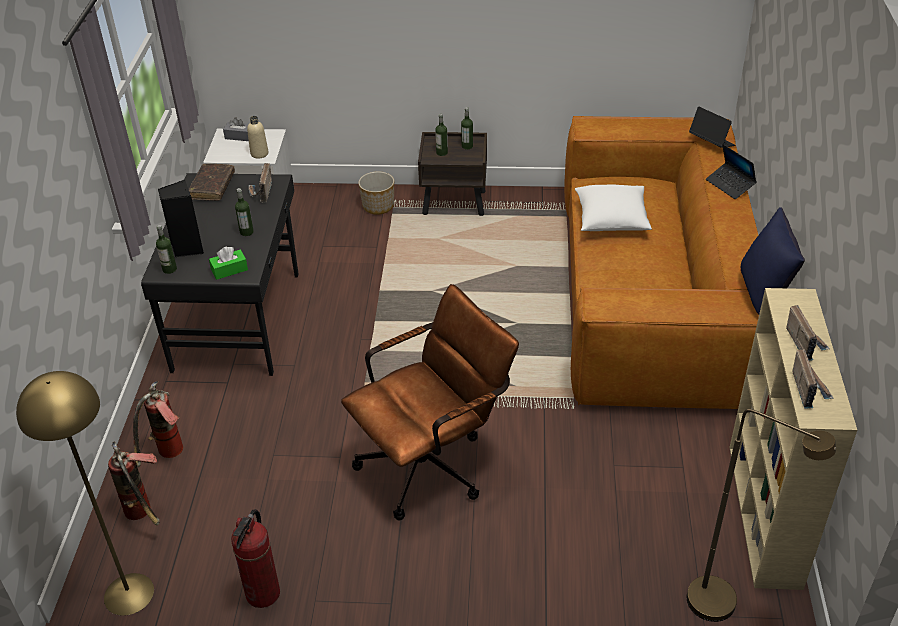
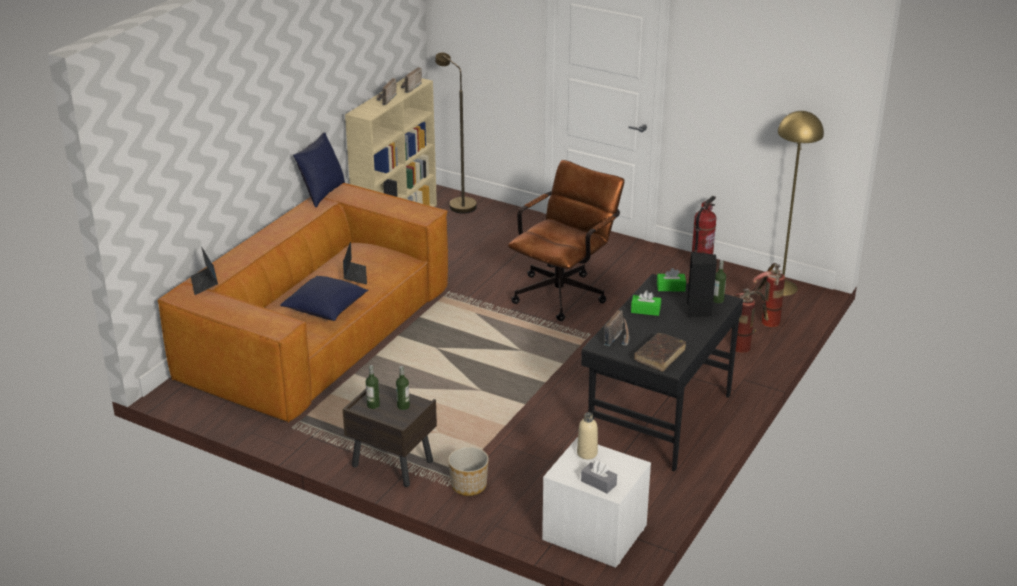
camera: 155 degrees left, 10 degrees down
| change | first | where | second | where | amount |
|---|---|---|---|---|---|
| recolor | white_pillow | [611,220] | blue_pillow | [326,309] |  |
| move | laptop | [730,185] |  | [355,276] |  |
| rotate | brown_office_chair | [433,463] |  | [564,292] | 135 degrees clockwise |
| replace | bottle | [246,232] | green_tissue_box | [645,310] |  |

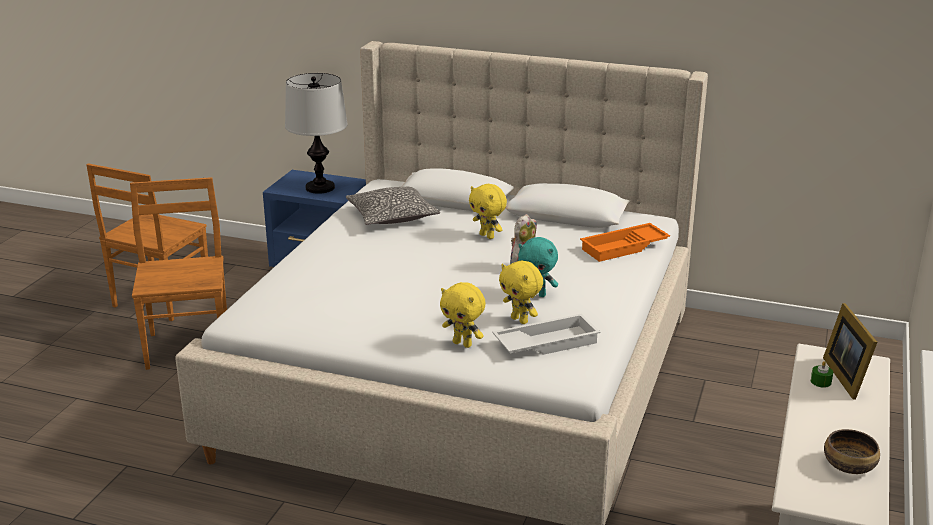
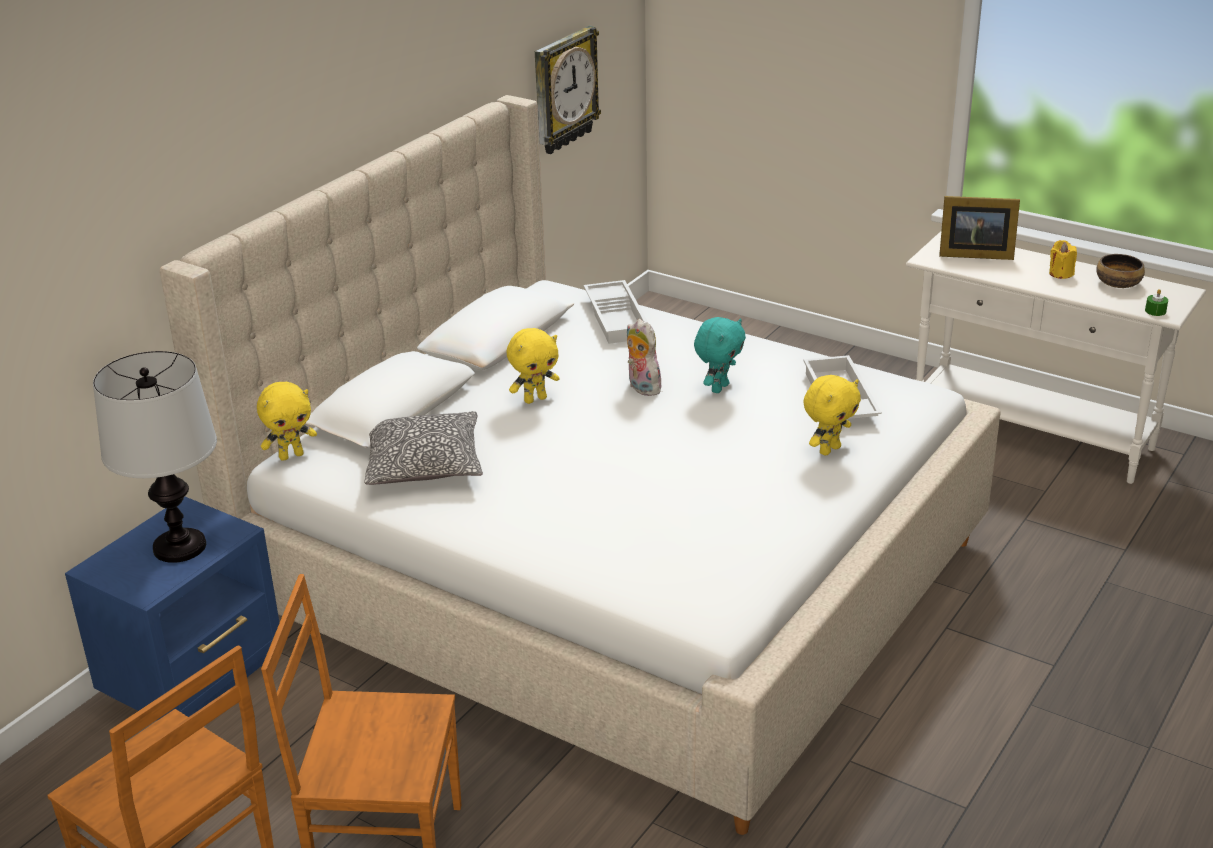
camera: 75 degrees left, 5 degrees up
| change | first | where | second | where | amount |
|---|---|---|---|---|---|
| move | yellow_plush_toy | [520,320] |  | [291,455] |  |
| insert |  |  | wall_clock | [563,90] |  |
| recolor | orange_tray | [624,248] | white_tray | [618,318] |  |
| insert |  |  | yellow_candle | [1061,273] |  |
| move | green_candle | [820,382] |  | [1155,311] |  |

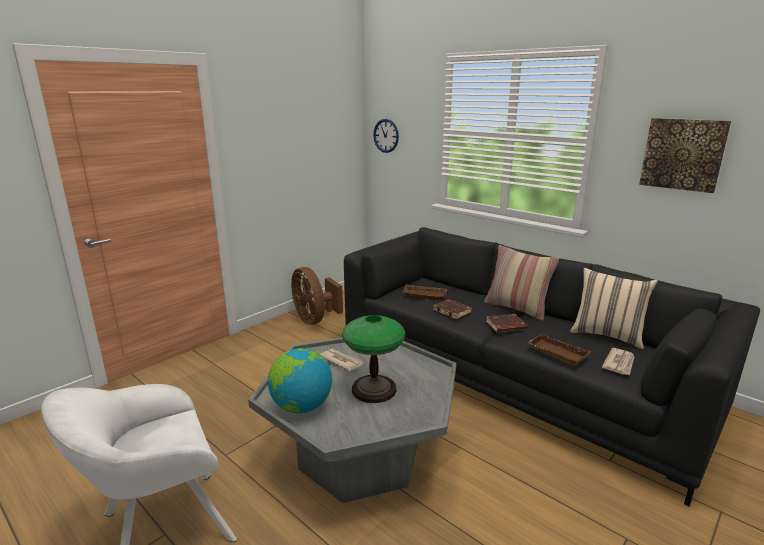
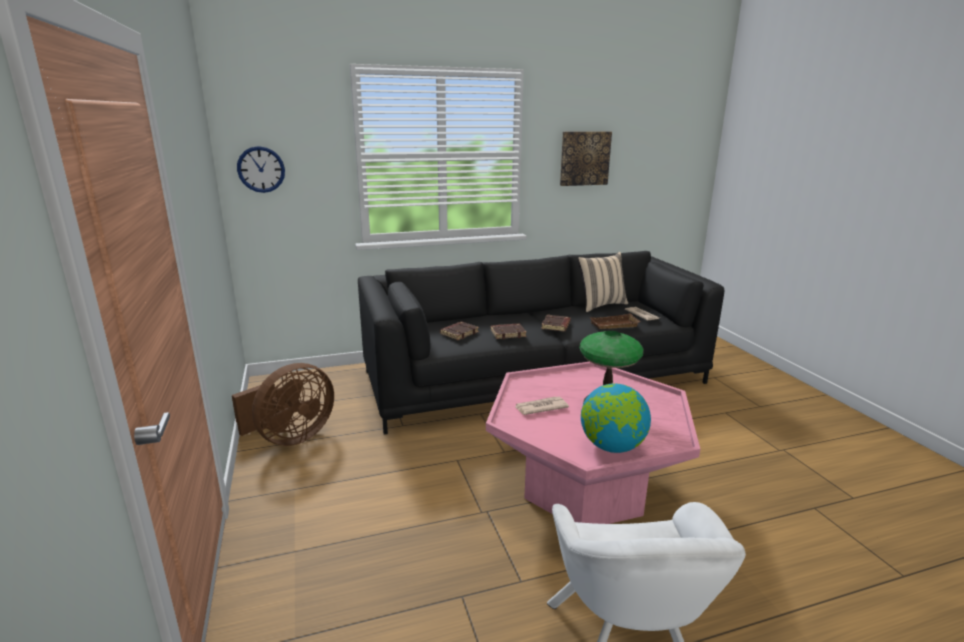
camera: 60 degrees left, 0 degrees up
| change | first | where | second | where | amount |
|---|---|---|---|---|---|
| rotate | brown_fan | [314,319] |  | [290,437] | 45 degrees counterclockwise |
| replace | brown_tray | [425,295] | brown_book | [459,333] |  |
| recolor | grey_coffee_table | [360,455] | pink_coffee_table | [583,485] |  |
| delete | pillow | [517,308] |  |  |  |

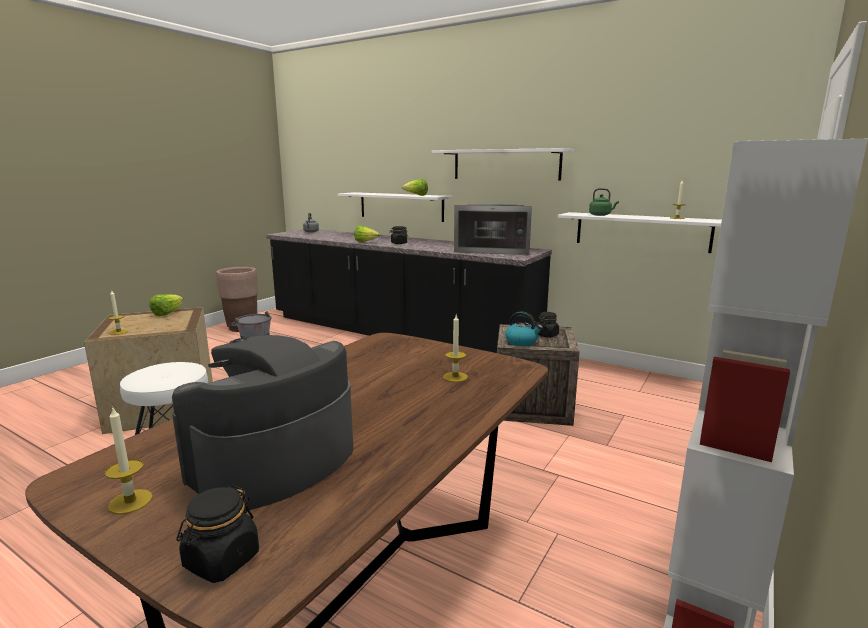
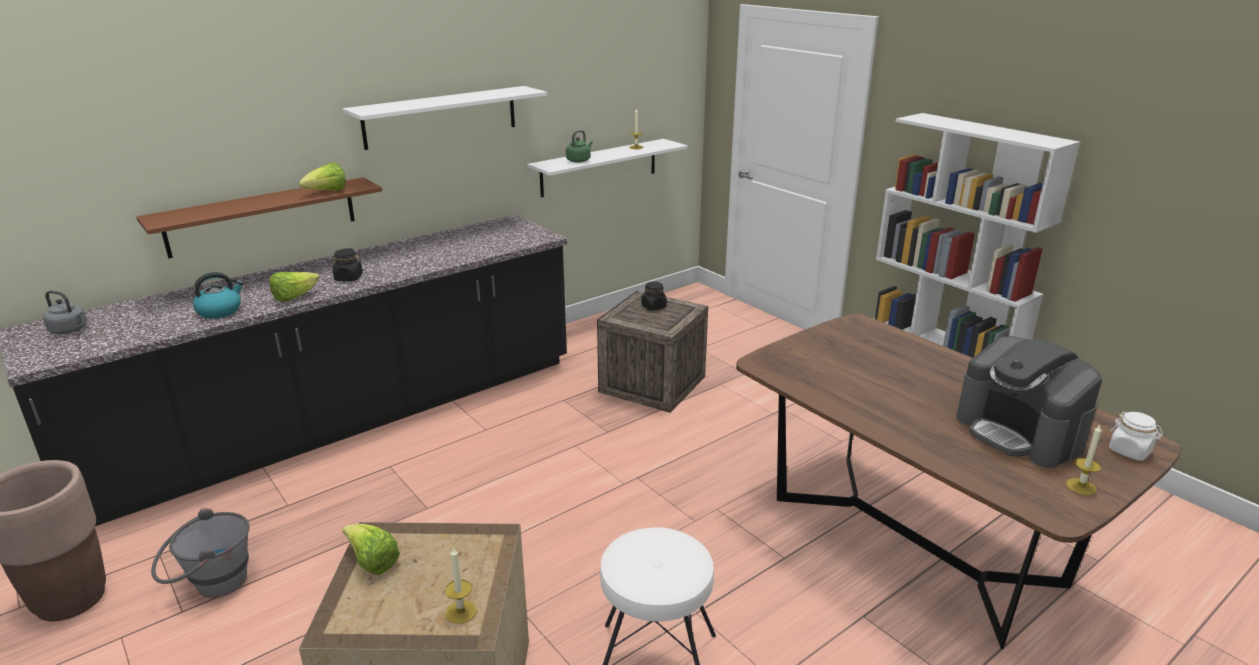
camera: 70 degrees left, 10 degrees up
| change | first | where | second | where | amount |
|---|---|---|---|---|---|
| recolor | white_shelf | [401,206] | brown_shelf | [262,216] |  |
| move | kettle | [522,342] |  | [220,311] |  |
| recolor | black_jar | [221,560] | white_jar | [1130,451] |  |
| delete | candle | [455,377] |  |  |  |
| delete | microwave | [493,250] |  |  |  |

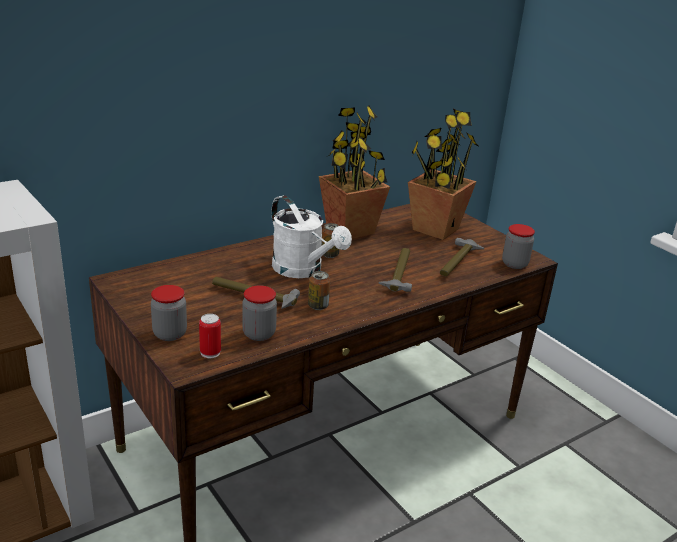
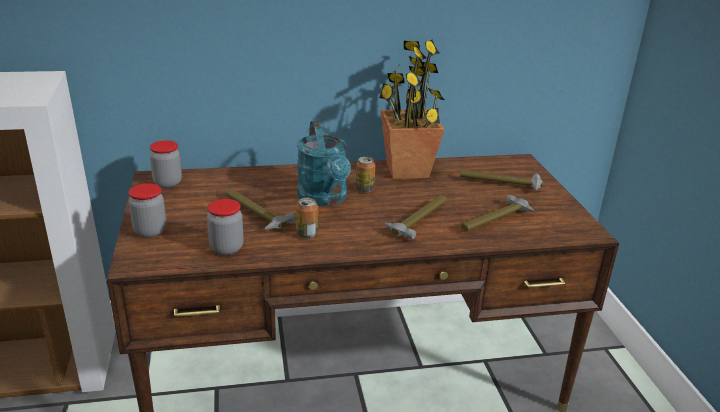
camera: 25 degrees right, 0 degrees up
| change | first | where | second | where | amount |
|---|---|---|---|---|---|
| move | jar | [514,264] |  | [168,183] |  |
| recolor | white_watering_can | [303,270] | turquoise_watering_can | [325,199] |  |
| replace | potted_plant | [435,229] | hammer | [500,184] |  |
| delete | can | [210,352] |  |  |  |

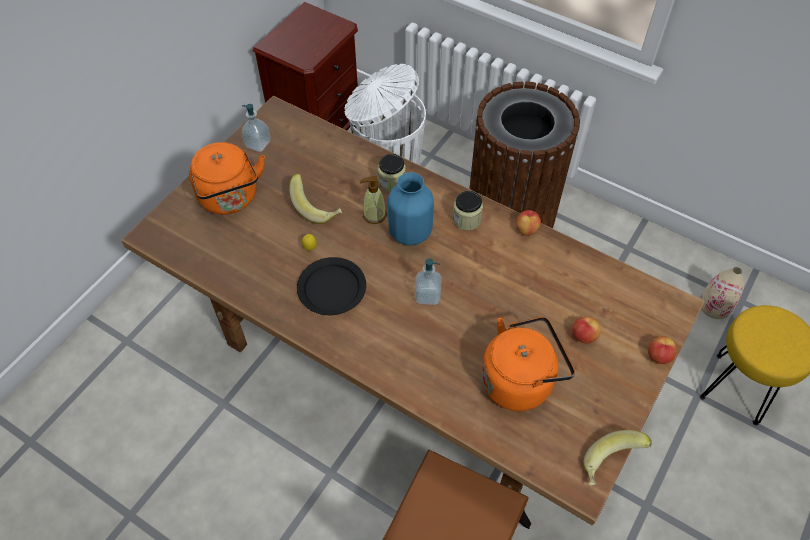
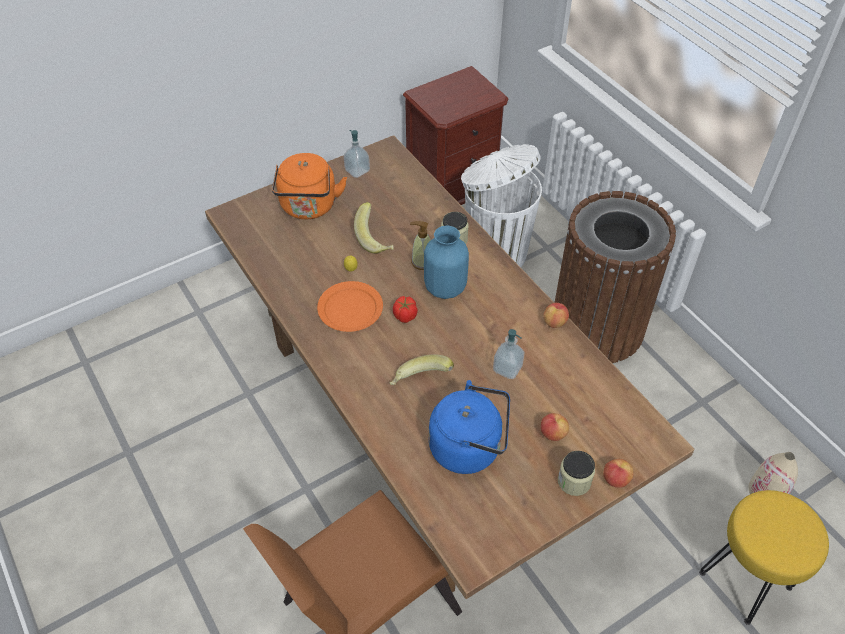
camera: 25 degrees right, 5 degrees down
| change | first | where | second | where | amount |
|---|---|---|---|---|---|
| recolor | black_plate | [332,288] | orange_plate | [351,308] |  |
| move | banana | [611,465] |  | [420,382] |  |
| insert |  |  | tomato | [405,316] |  |
| recolor | orange_kettle | [520,380] | blue_kettle | [469,447] |  |
| move | soap_dispenser | [427,295] |  | [507,368] |  |
| move | jar | [466,219] |  | [574,481] |  |

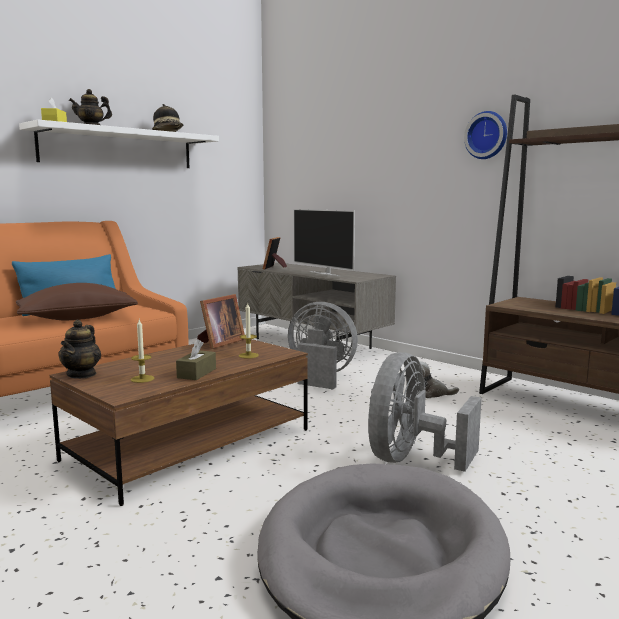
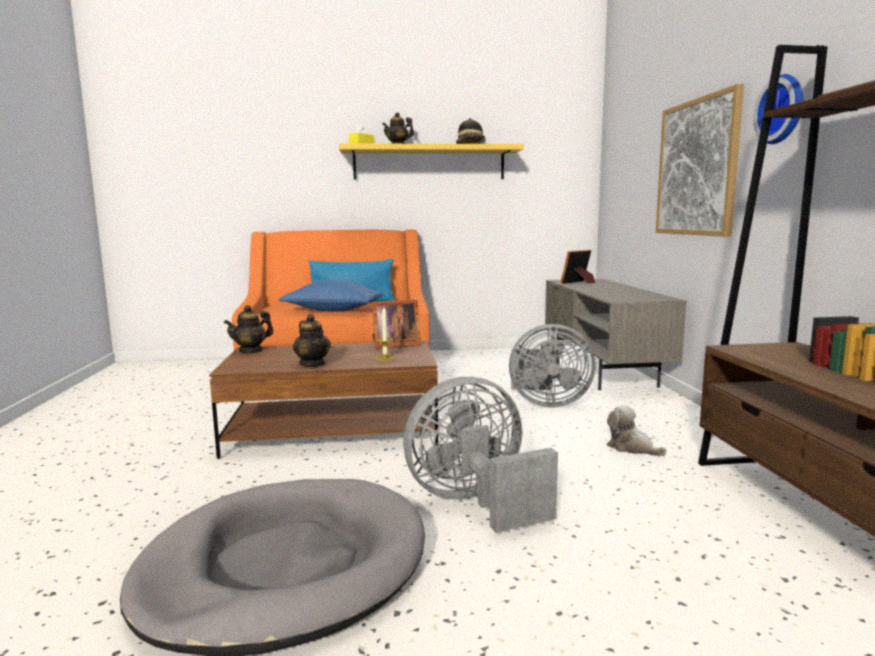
camera: 40 degrees right, 0 degrees up
| change | first | where | second | where | amount |
|---|---|---|---|---|---|
| recolor | brown_pillow | [77,318] | blue_pillow | [333,310] |  |
| replace | brown_tissue_box | [196,373] | teapot | [313,364] |  |
| recolor | white_shelf | [119,148] | yellow_shelf | [429,163] |  |
| rotate | grey_fan | [320,376] |  | [546,403] | 120 degrees clockwise |
| insert |  |  | picture | [697,168] |  |
| delete | candle | [142,379] |  |  |  |
| delete | television | [325,273] |  |  |  |

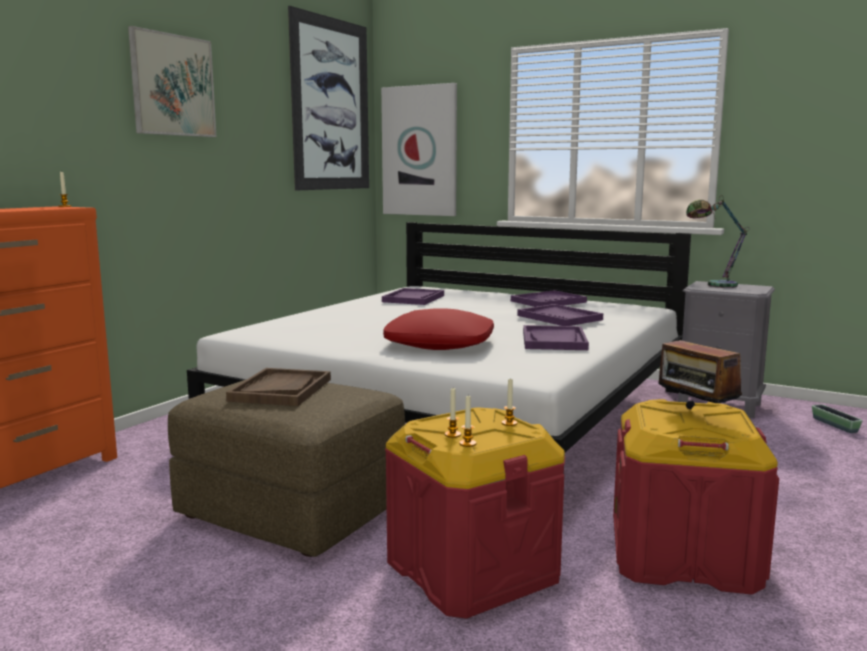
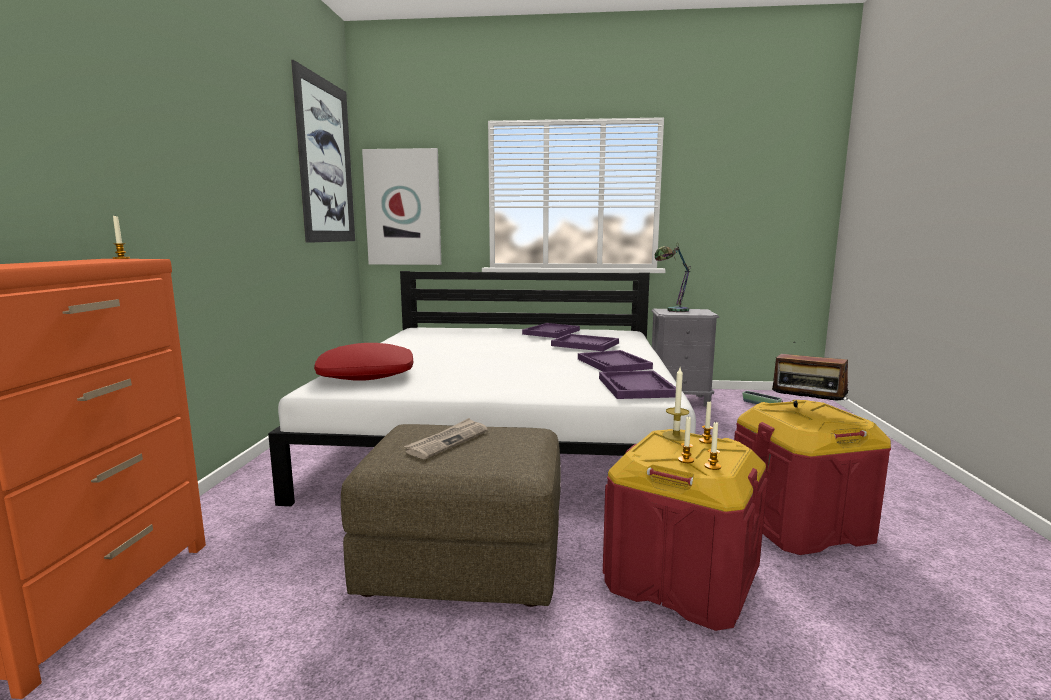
camera: 25 degrees left, 0 degrees up
| change | first | where | second | where | amount |
|---|---|---|---|---|---|
| move | red_pillow | [440,344] |  | [366,374] |  |
| replace | brown_tray | [281,390] | newspaper | [447,441] |  |
| move | purple_tray | [413,298] |  | [636,387] |  |
| insert |  |  | candle | [676,436] |  |
| delete | picture | [173,85] |  |  |  |

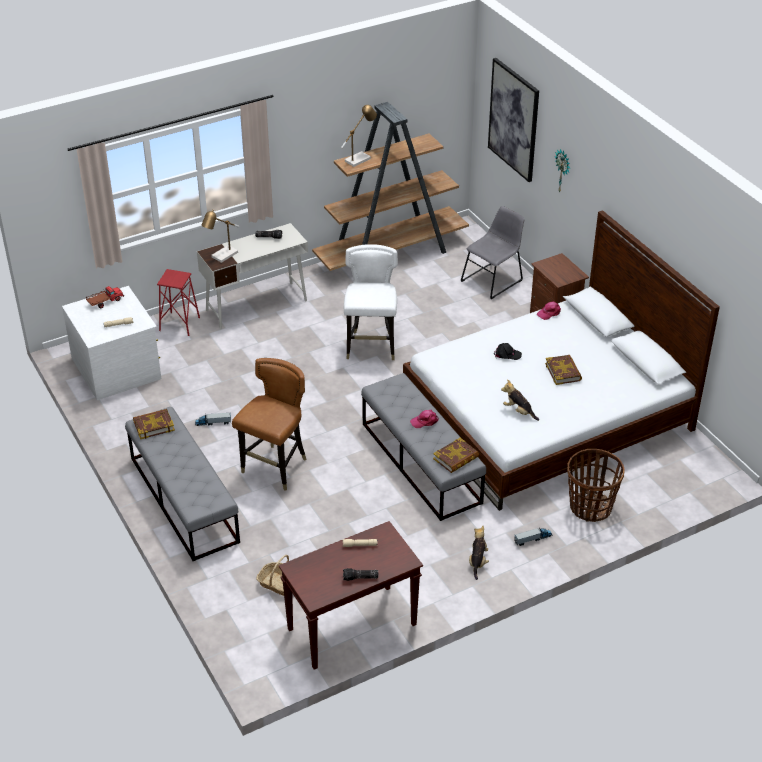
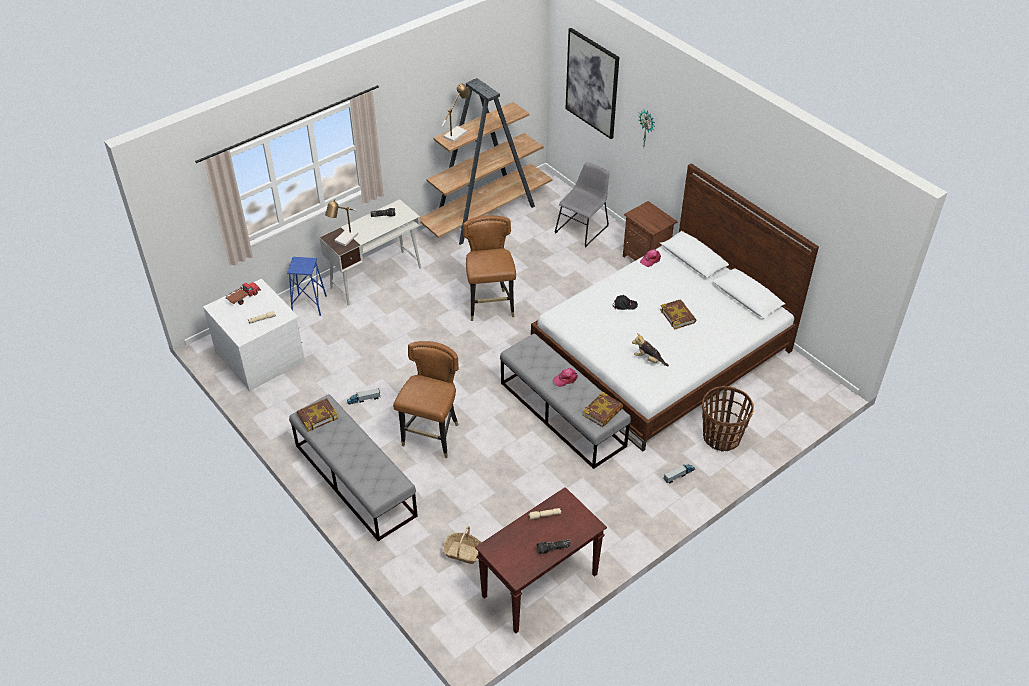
camera: 10 degrees left, 5 degrees up
| change | first | where | second | where | amount |
|---|---|---|---|---|---|
| recolor | red_stool | [179,324] | blue_stool | [309,304] |  |
| recolor | white_chair | [371,347] | brown_chair | [490,306] |  |
| delete | plush_toy | [478,562] |  |  |  |

